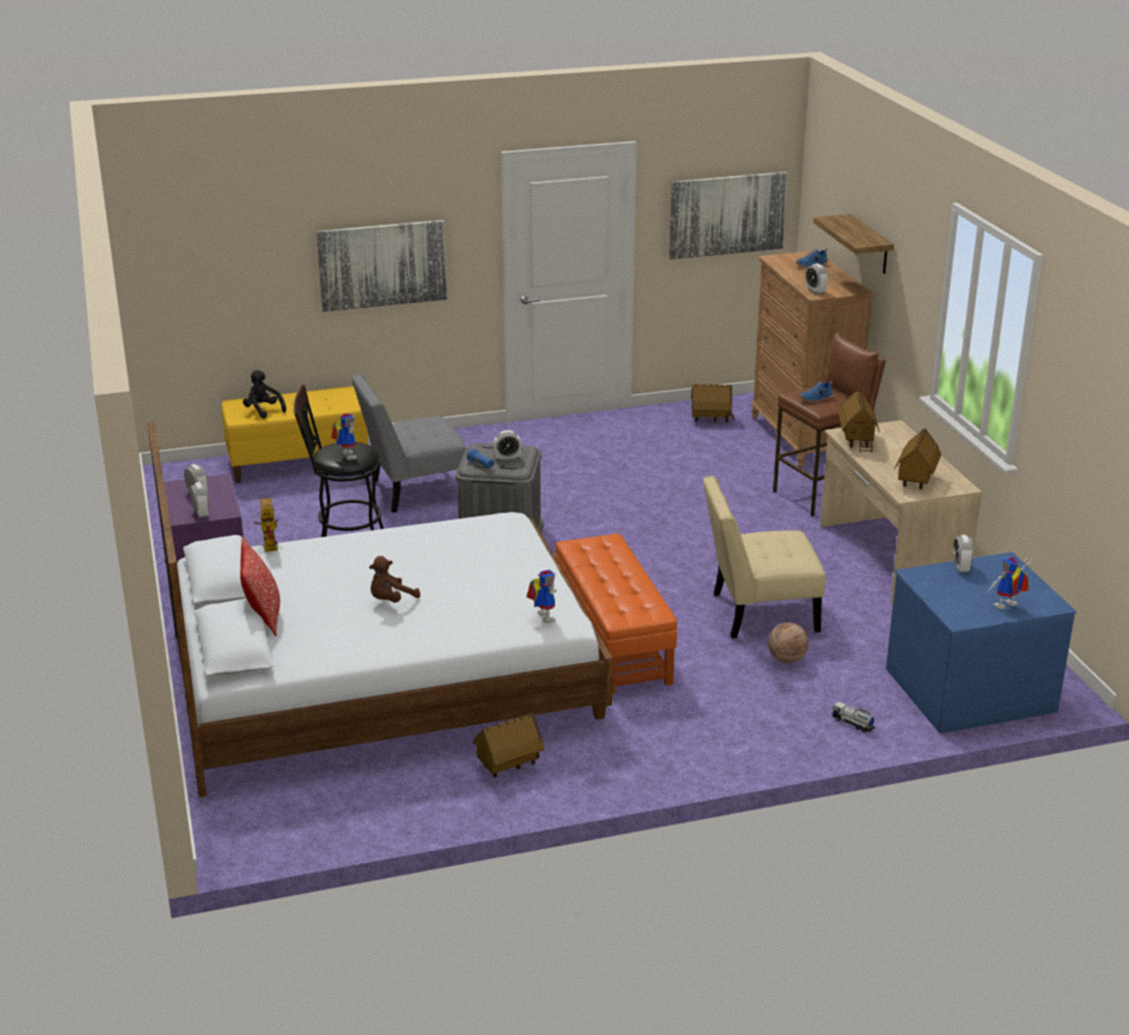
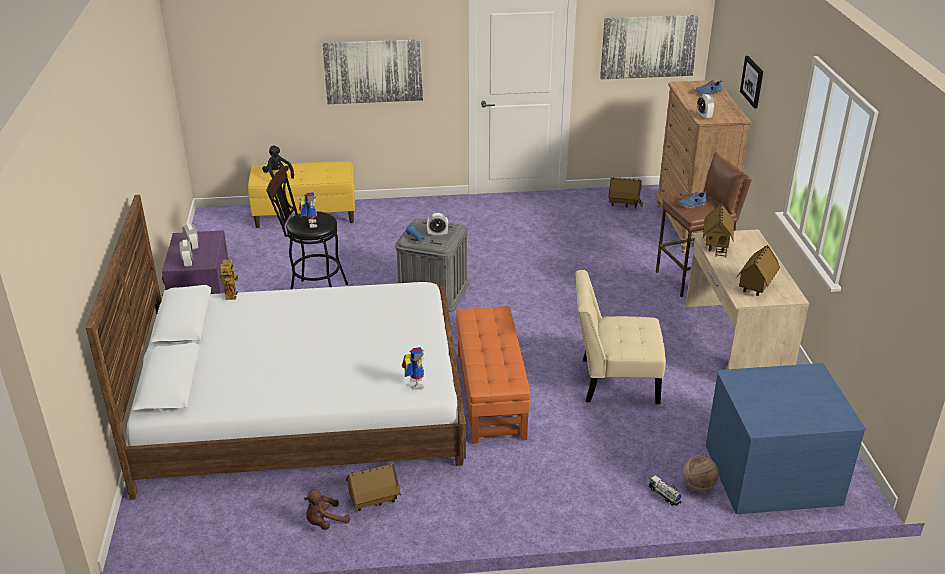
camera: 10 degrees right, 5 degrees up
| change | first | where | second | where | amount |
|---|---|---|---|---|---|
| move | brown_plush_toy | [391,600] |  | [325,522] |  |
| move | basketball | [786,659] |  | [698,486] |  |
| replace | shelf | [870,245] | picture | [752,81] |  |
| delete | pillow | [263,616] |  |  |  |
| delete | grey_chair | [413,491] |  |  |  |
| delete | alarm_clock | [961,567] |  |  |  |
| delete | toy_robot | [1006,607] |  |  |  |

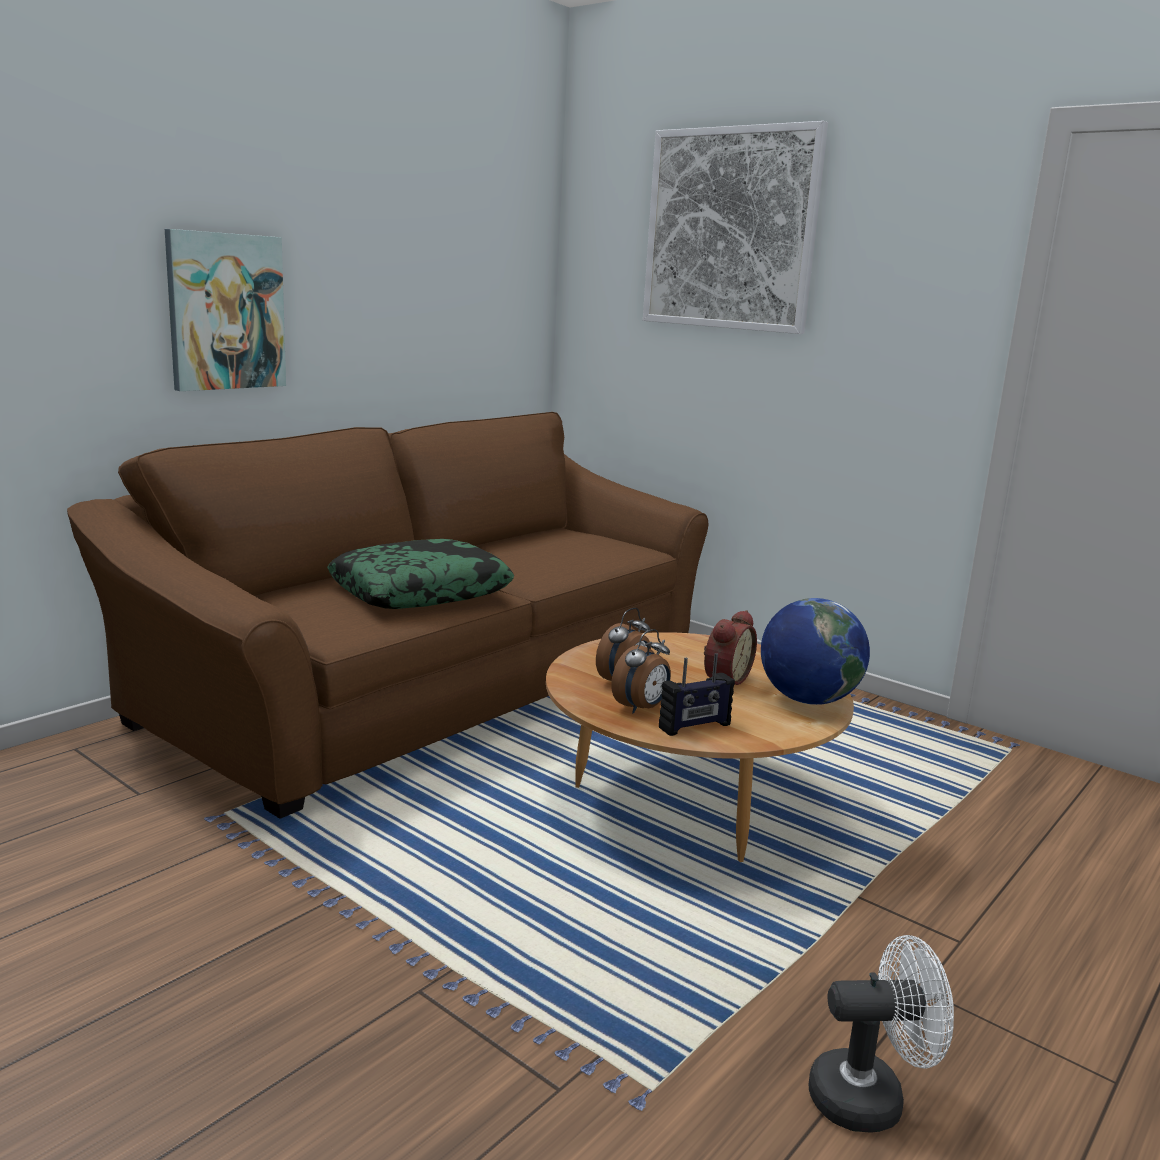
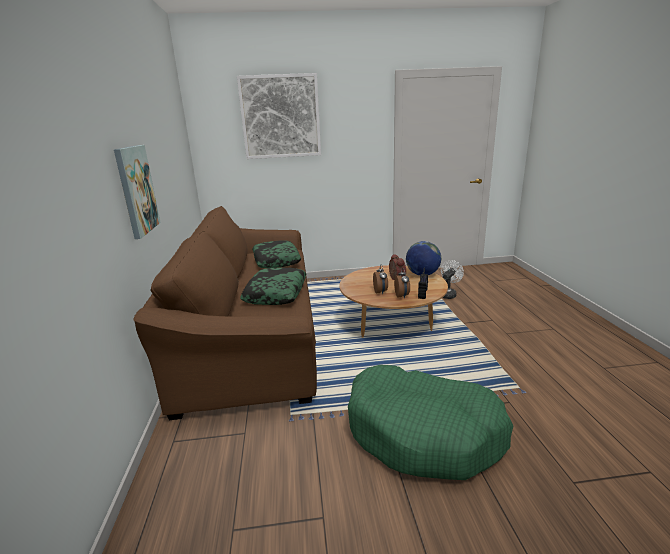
camera: 45 degrees left, 5 degrees up
| change | first | where | second | where | amount |
|---|---|---|---|---|---|
| insert |  |  | pillow | [276,260] |  |
| insert |  |  | green_dog_bed | [423,432] |  |
| move | white_fan | [870,1097] |  | [448,294] |  |

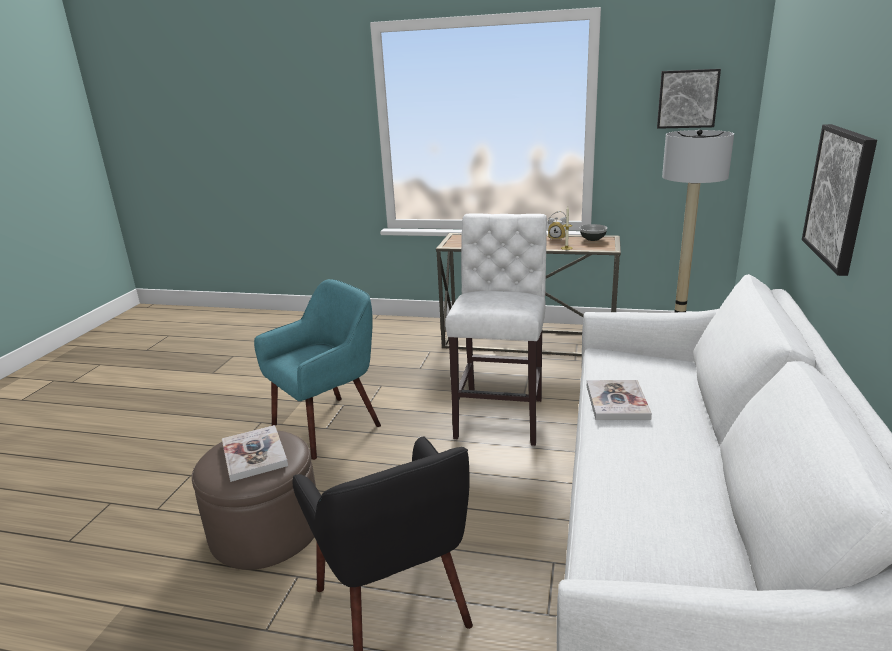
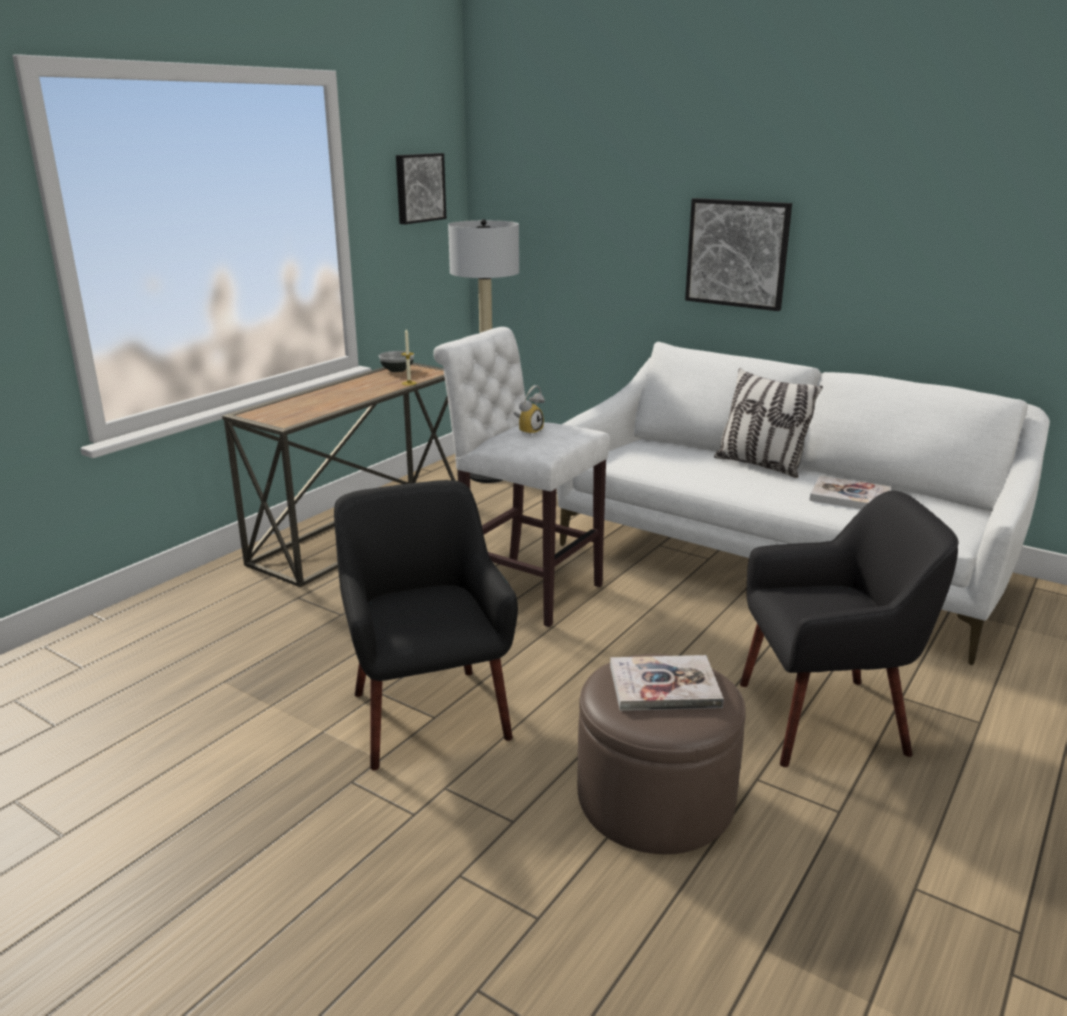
camera: 70 degrees left, 0 degrees up
| change | first | where | second | where | amount |
|---|---|---|---|---|---|
| recolor | turquoise_armchair | [328,425] | black_armchair | [427,714] |  |
| move | alarm_clock | [557,238] |  | [528,431] |  |
| insert |  |  | pillow | [760,465] |  |
| move | book | [617,402] |  | [849,496] |  |

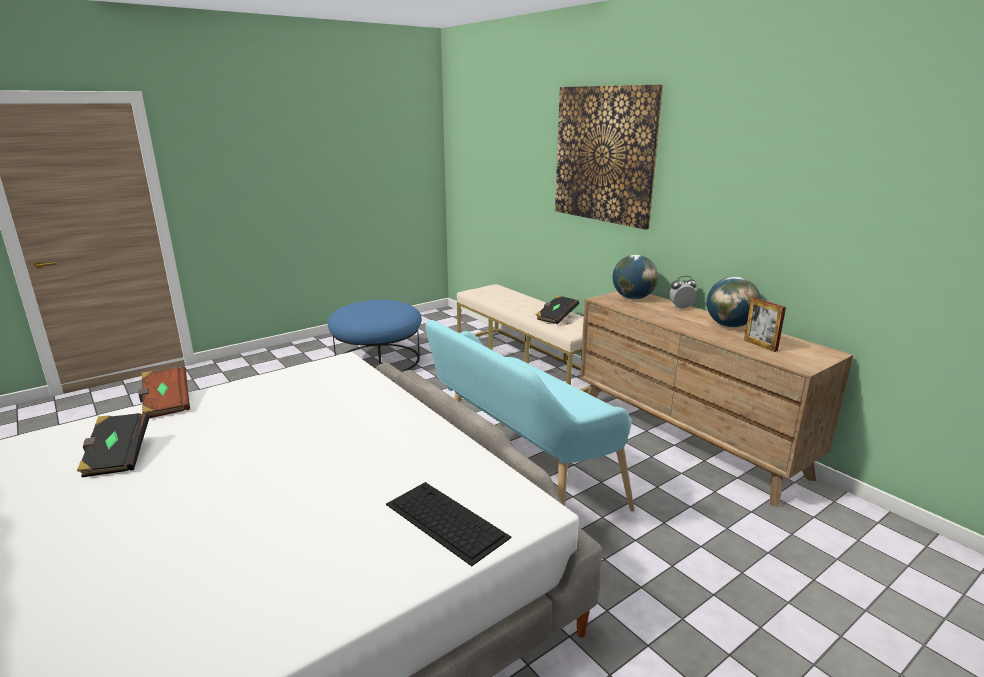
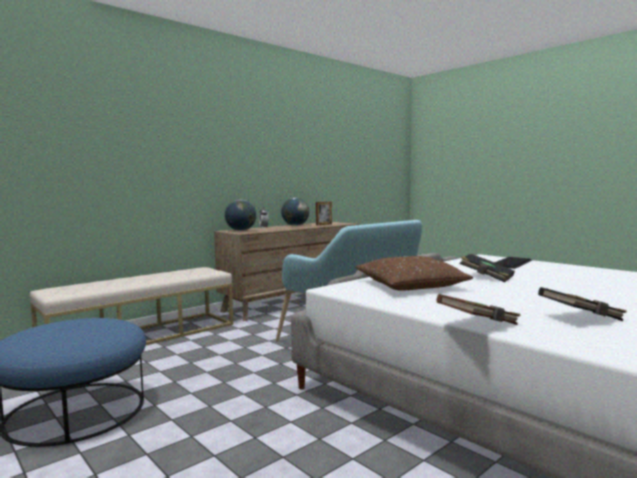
camera: 95 degrees left, 15 degrees down
| change | first | where | second | where | amount |
|---|---|---|---|---|---|
| insert |  |  | brown_pillow | [410,285] |  |
| move | black_book | [556,317] |  | [486,277] |  |
| delete | picture | [604,155] |  |  |  |

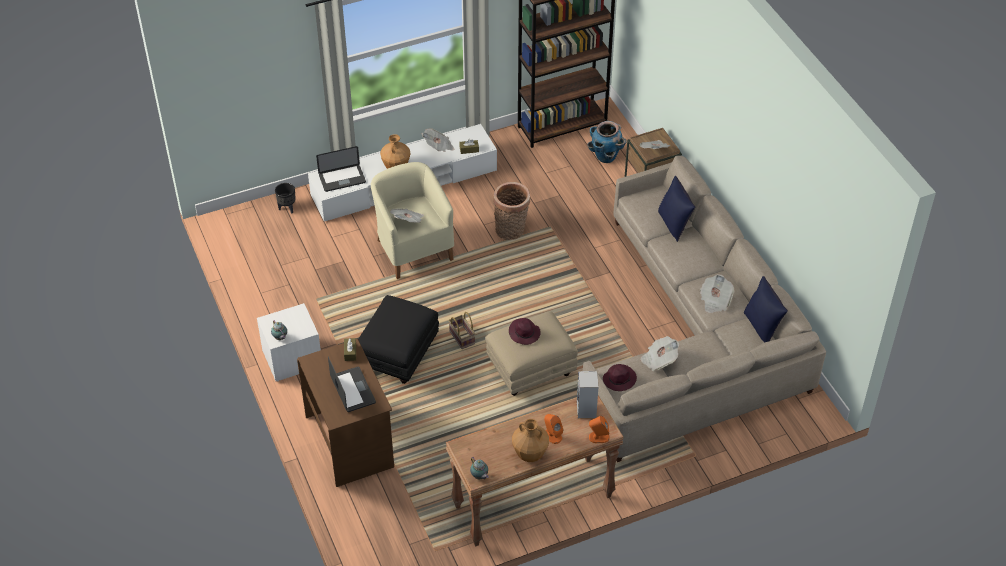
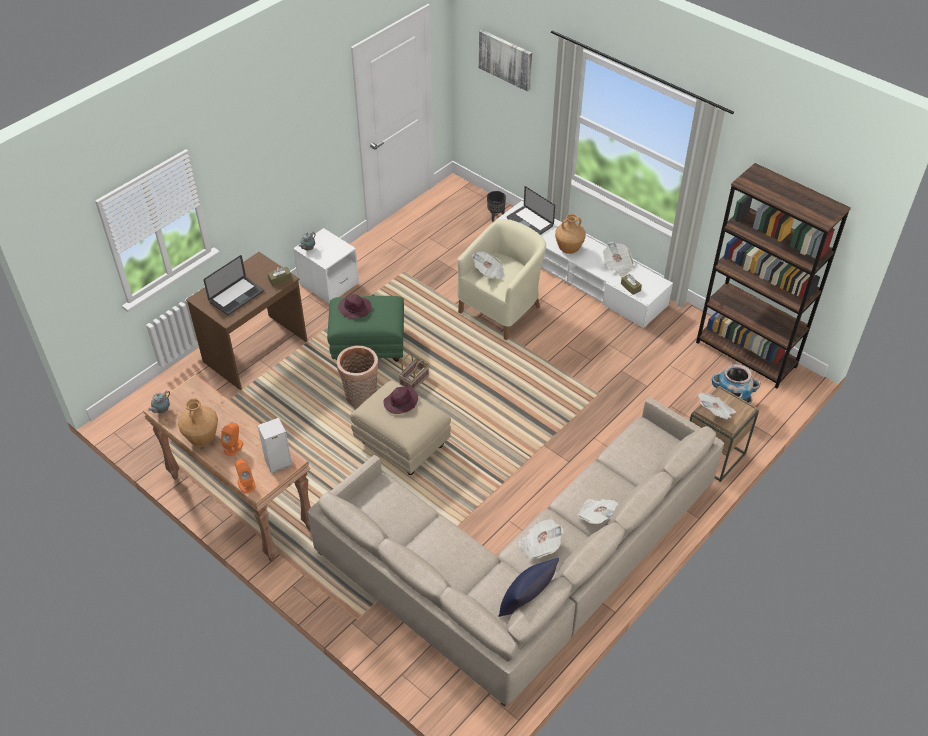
camera: 65 degrees right, 0 degrees up
| change | first | where | second | where | amount |
|---|---|---|---|---|---|
| recolor | black_ottoman | [398,356] | green_ottoman | [367,346] |  |
| move | basket | [511,230] |  | [361,398] |  |
| move | purple_hat | [619,379] |  | [355,309] |  |
| insert |  |  | picture | [506,59] |  |
| move | newspaper | [659,360] |  | [597,516] |  |
| delete | blue_pillow | [674,224] |  |  |  |

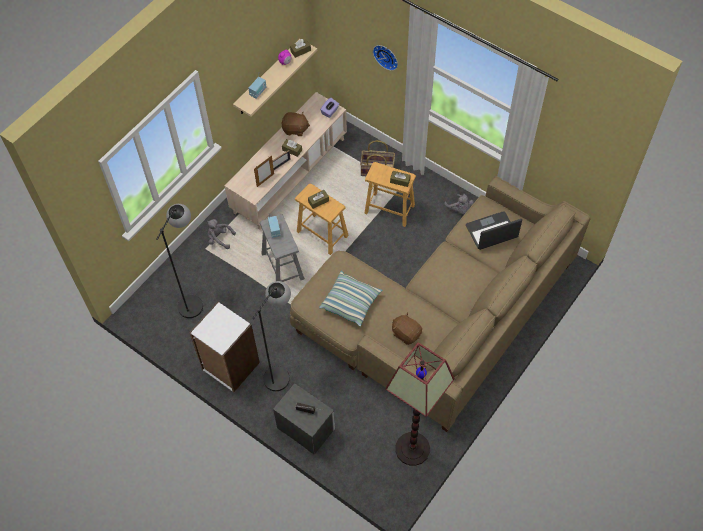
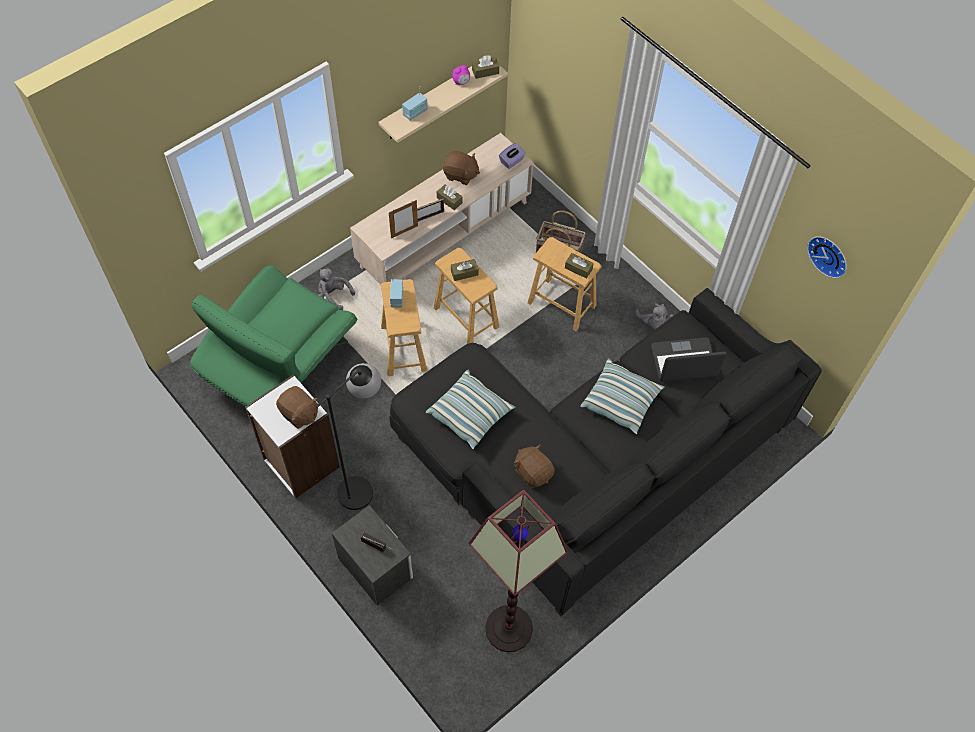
camera: 10 degrees right, 0 degrees up
| change | first | where | second | where | amount |
|---|---|---|---|---|---|
| replace | black_floor_lamp | [194,299] | green_armchair | [279,366] |  |
| insert |  |  | brown_plush_toy | [299,414] |  |
| recolor | grey_stool | [282,266] | brown_stool | [403,348] |  |
| recolor | beige_sofa | [441,318] | black_sofa | [593,462] |  |
| insert |  |  | pillow | [621,401] |  |
| move | wall_clock | [386,56] |  | [829,255] |  |

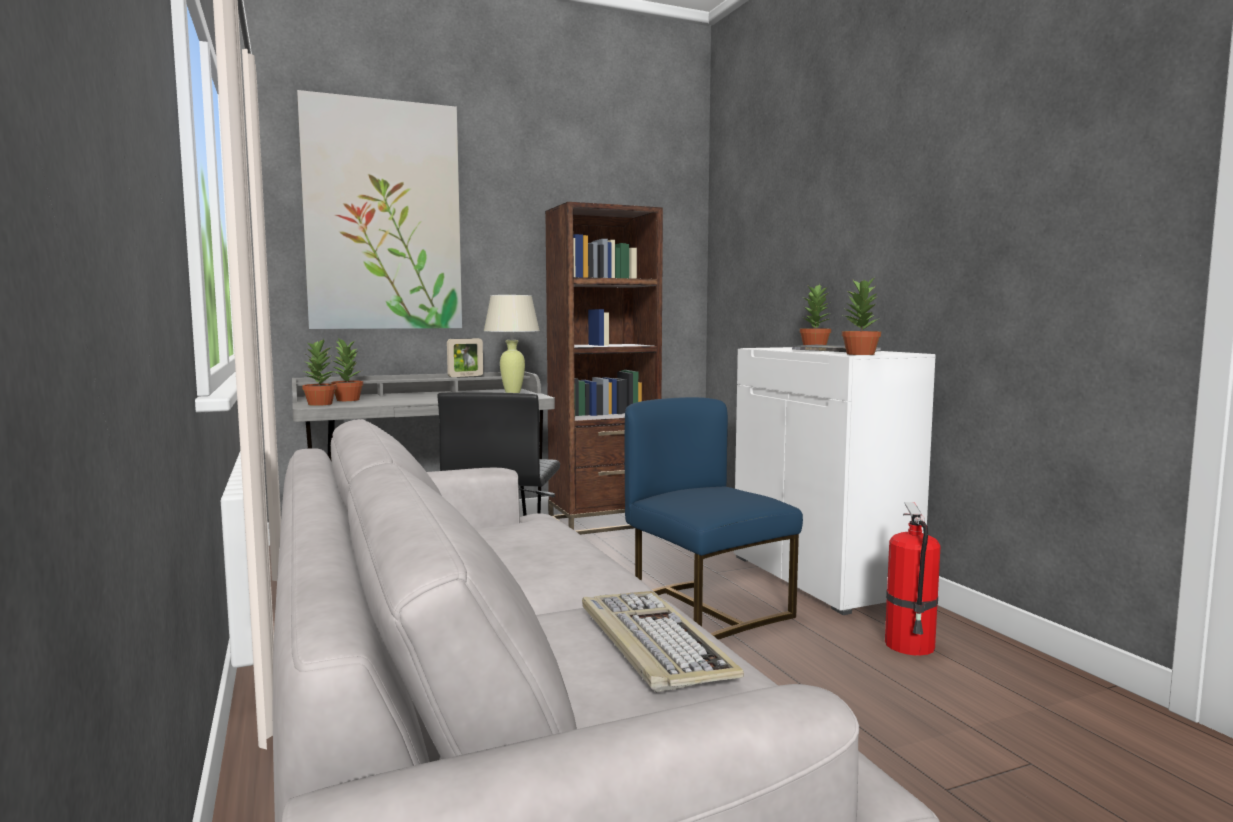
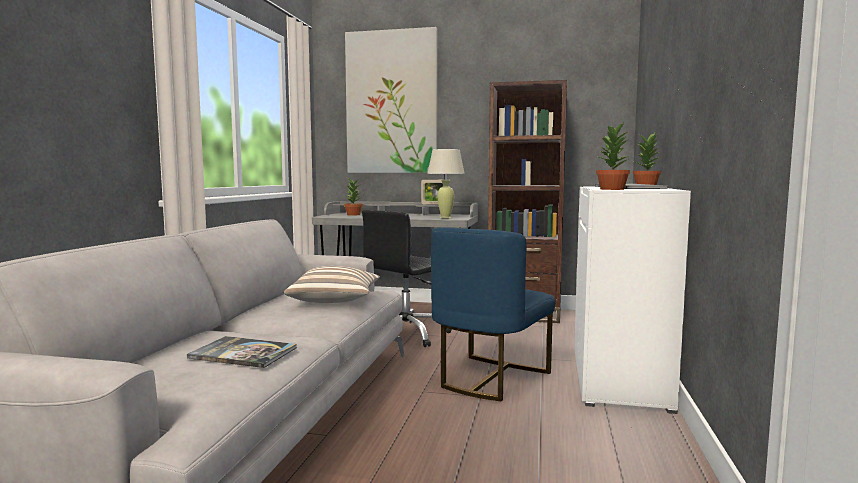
camera: 35 degrees right, 0 degrees up
| change | first | where | second | where | amount |
|---|---|---|---|---|---|
| replace | keyboard | [651,643] | book | [243,353] |  |
| insert |  |  | pillow | [335,300] |  |
| rotate | blue_chair | [705,610] |  | [490,378] | 150 degrees counterclockwise |
| delete | potted_plant | [320,404] |  |  |  |
| delete | fire_extinguisher | [910,646] |  |  |  |

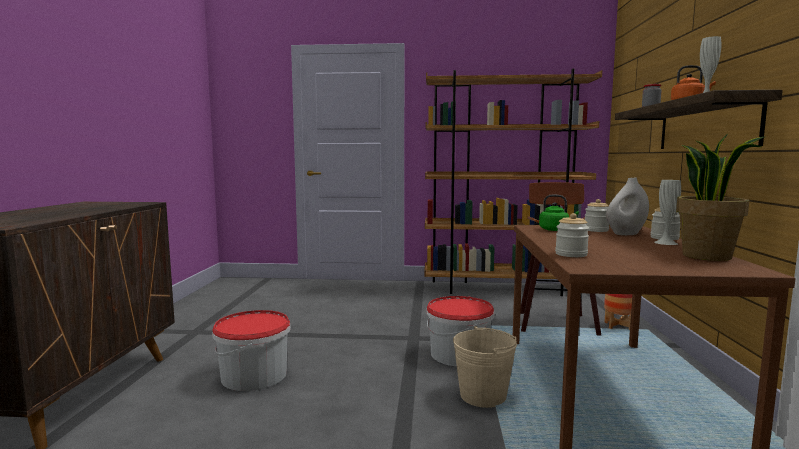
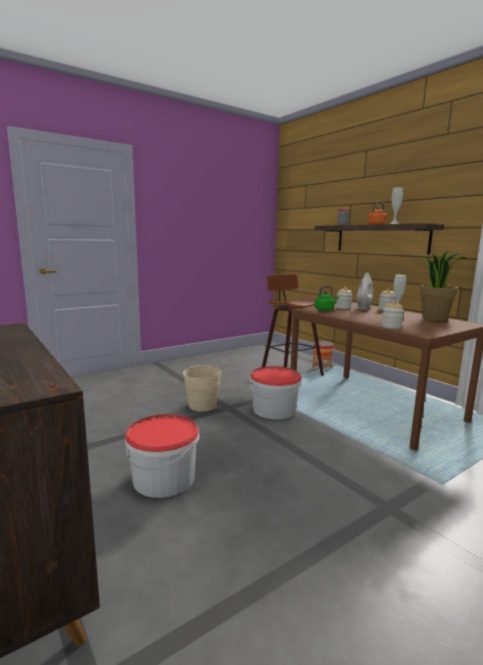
camera: 40 degrees left, 5 degrees up
| change | first | where | second | where | amount |
|---|---|---|---|---|---|
| move | beige_bucket | [483,395] |  | [202,405] |  |
| delete | brown_bookcase | [503,288] |  |  |  |

